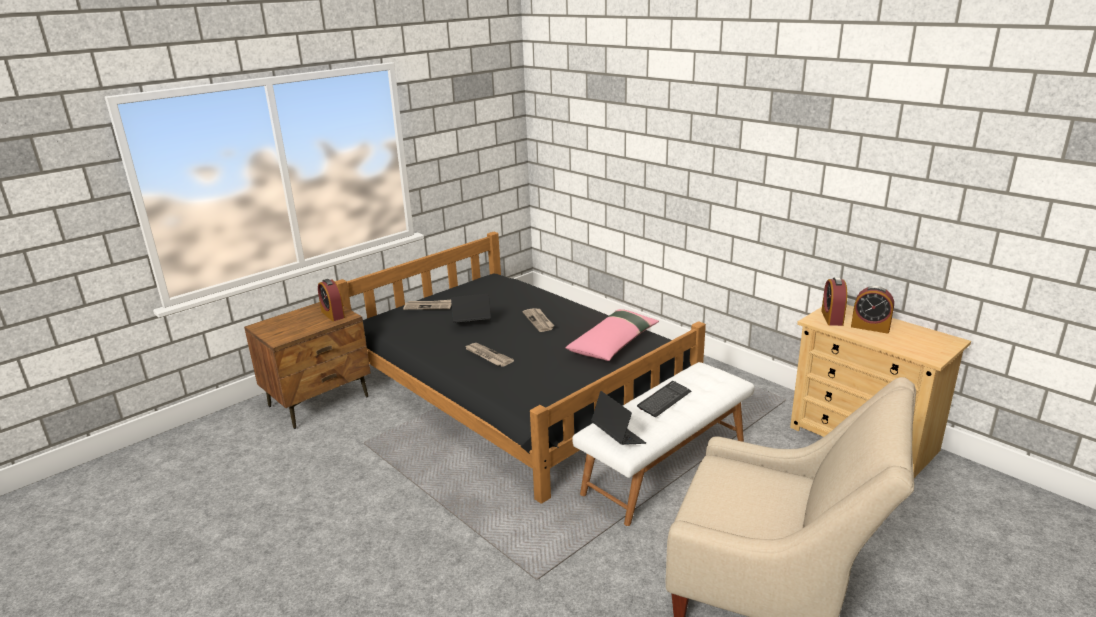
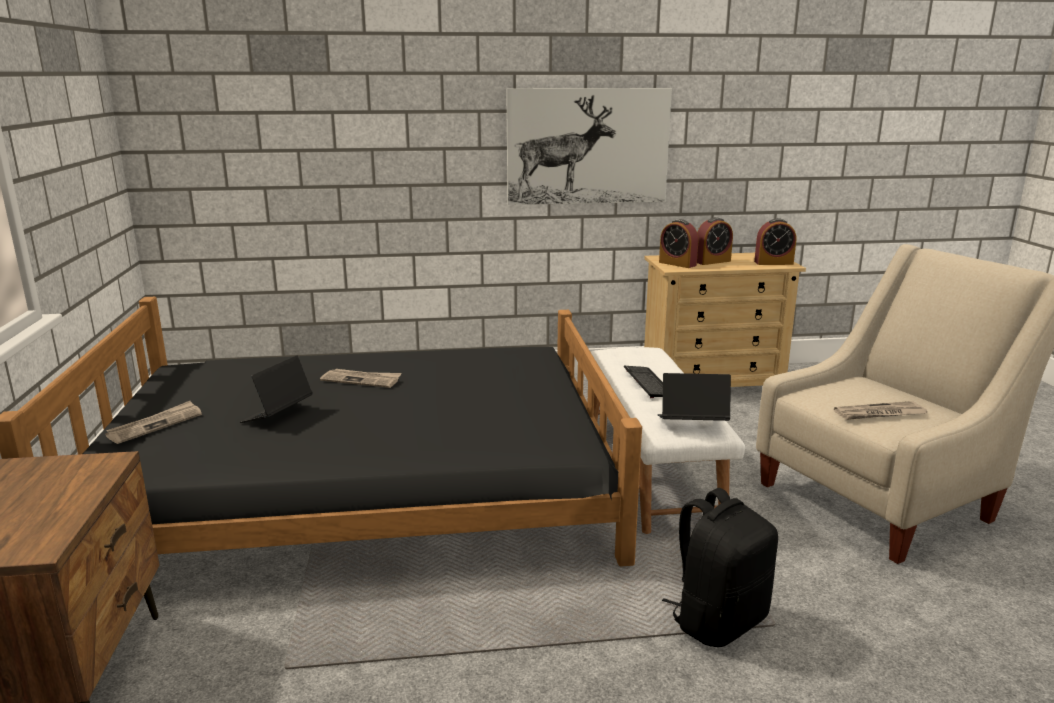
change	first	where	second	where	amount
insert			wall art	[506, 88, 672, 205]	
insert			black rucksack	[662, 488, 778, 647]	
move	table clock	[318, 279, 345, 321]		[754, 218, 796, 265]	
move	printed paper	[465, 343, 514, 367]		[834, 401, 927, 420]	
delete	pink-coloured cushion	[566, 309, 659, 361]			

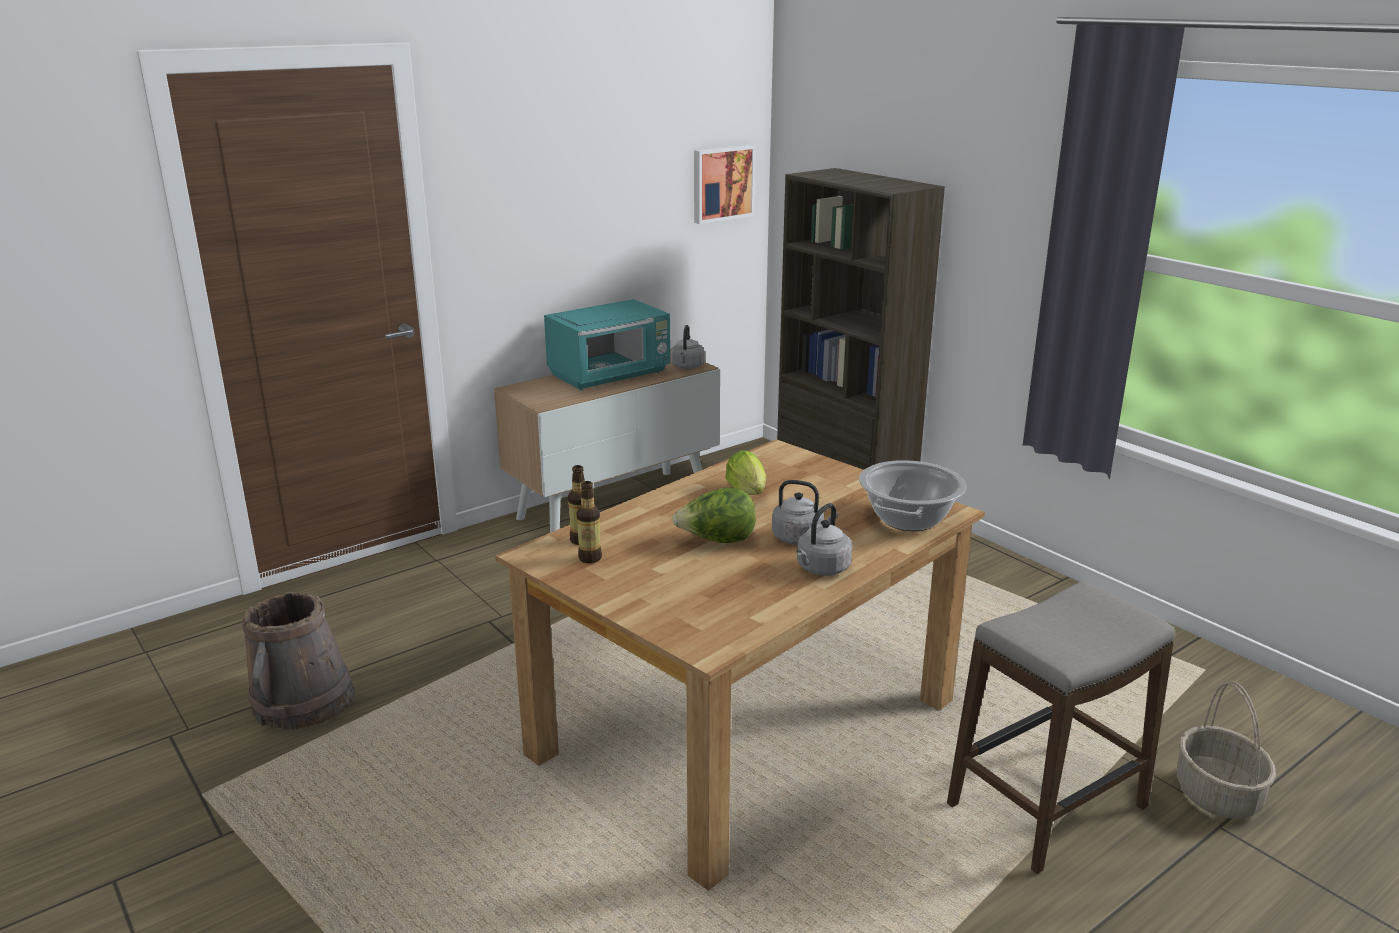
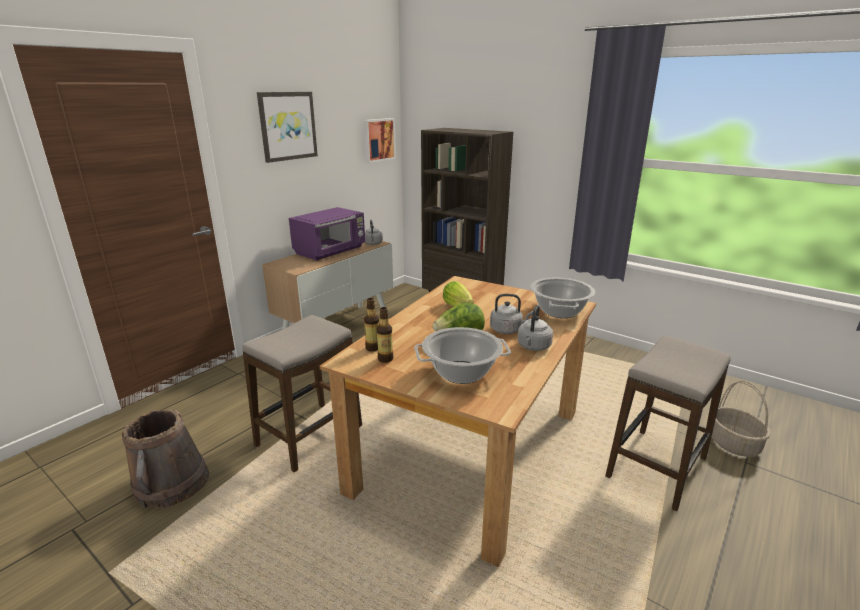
change	first	where	second	where	amount
insert			stool	[242, 315, 362, 473]	
insert			wall art	[257, 92, 318, 163]	
recolor	turquoise-coloured kitchen microwave	[544, 299, 670, 390]	purplish kitchen microwave	[289, 207, 365, 261]	
insert			stockpot	[415, 327, 511, 384]	

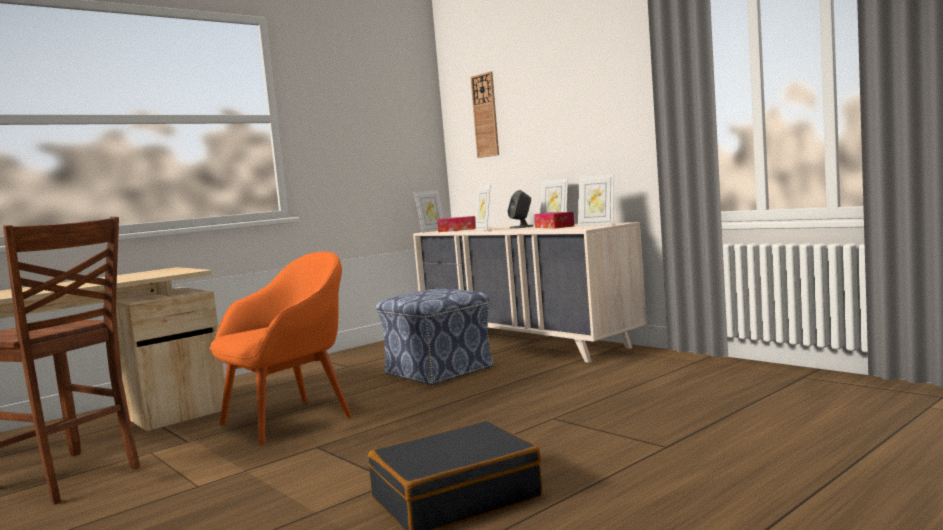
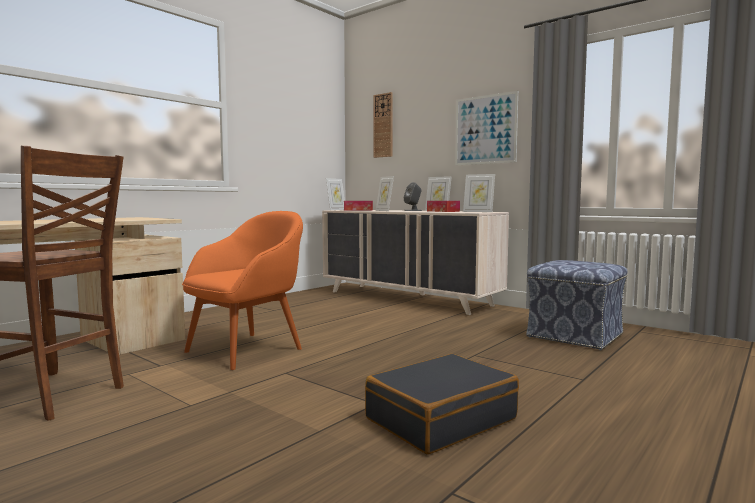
change	first	where	second	where	amount
insert			wall art	[455, 91, 518, 165]	
move	footrest	[376, 289, 494, 386]		[526, 260, 627, 350]	

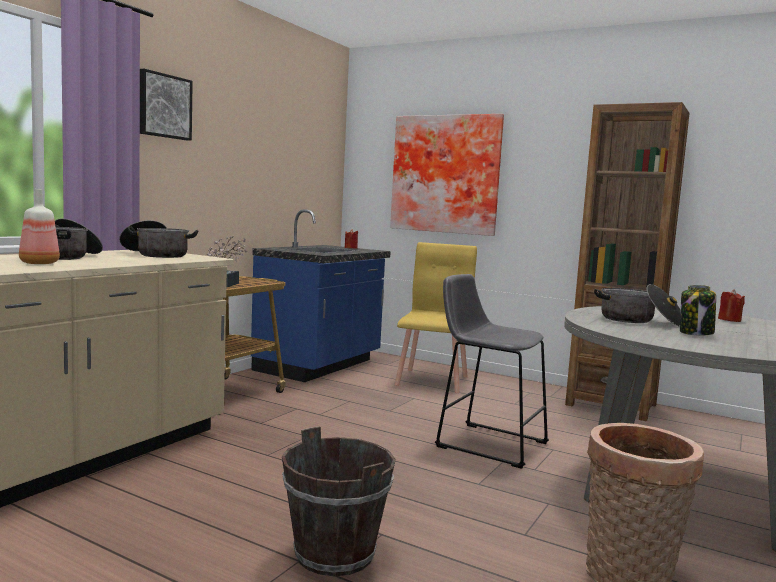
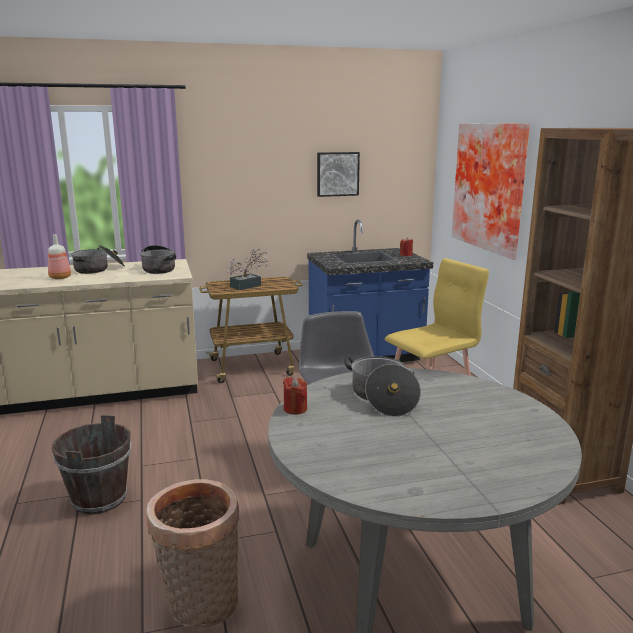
change	first	where	second	where	amount
move	reddish candle	[718, 290, 745, 322]		[283, 377, 307, 415]	
move	wall art	[140, 69, 193, 141]		[317, 152, 360, 197]	
delete	storage jar	[680, 285, 716, 336]			

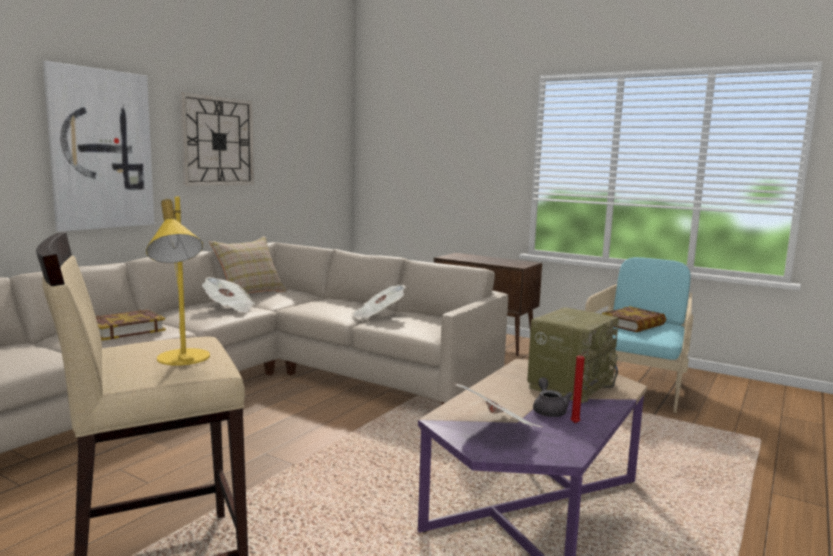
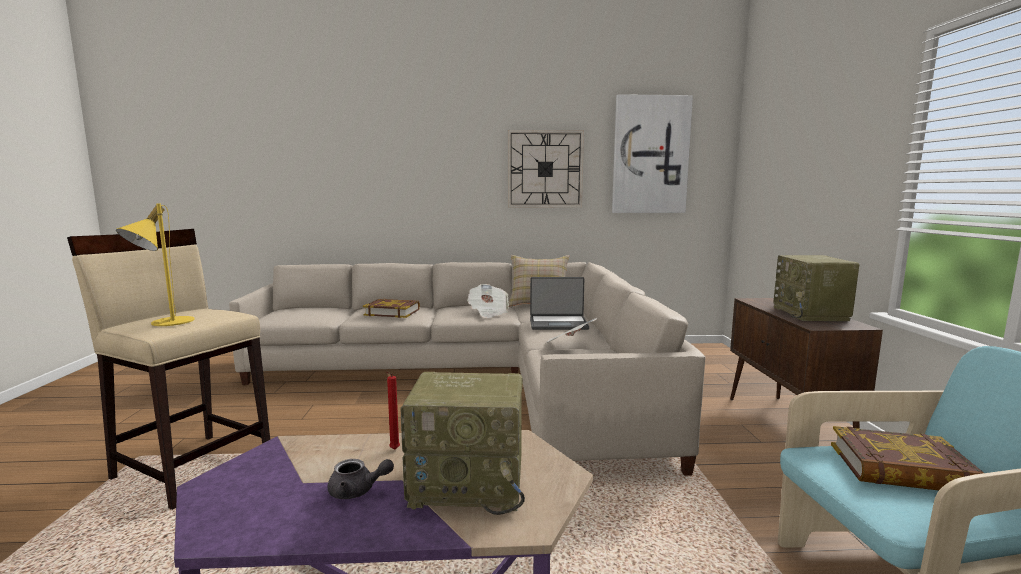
change	first	where	second	where	amount
rotate	gray pot for tea	[533, 377, 573, 417]		[328, 459, 394, 499]	45 degrees clockwise
move	reddish candle	[571, 351, 588, 423]		[386, 372, 400, 449]	
insert			notebook computer	[530, 277, 589, 330]	
move	wall art	[43, 61, 154, 232]		[612, 94, 693, 213]	
insert			radio receiver	[773, 255, 859, 321]	
delete	printed paper	[453, 383, 542, 427]			

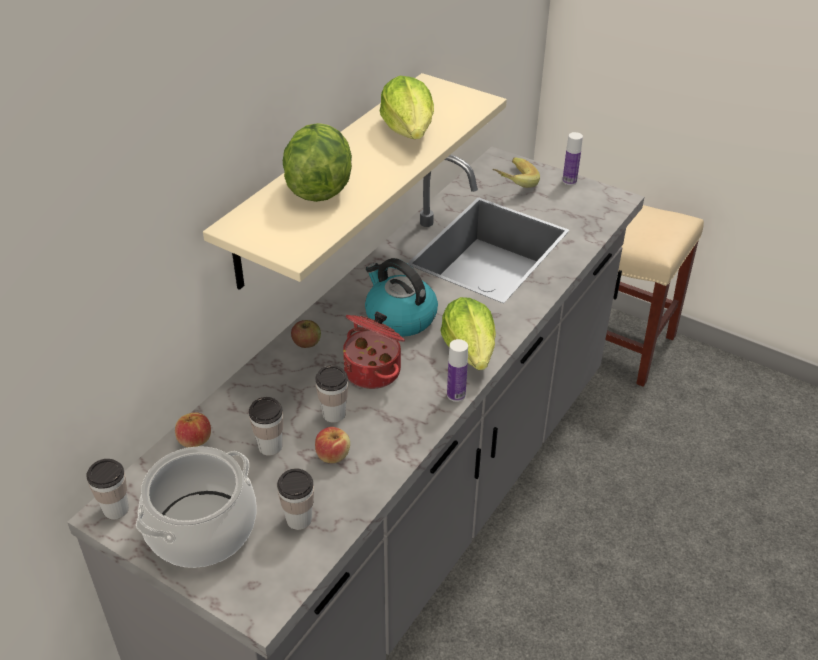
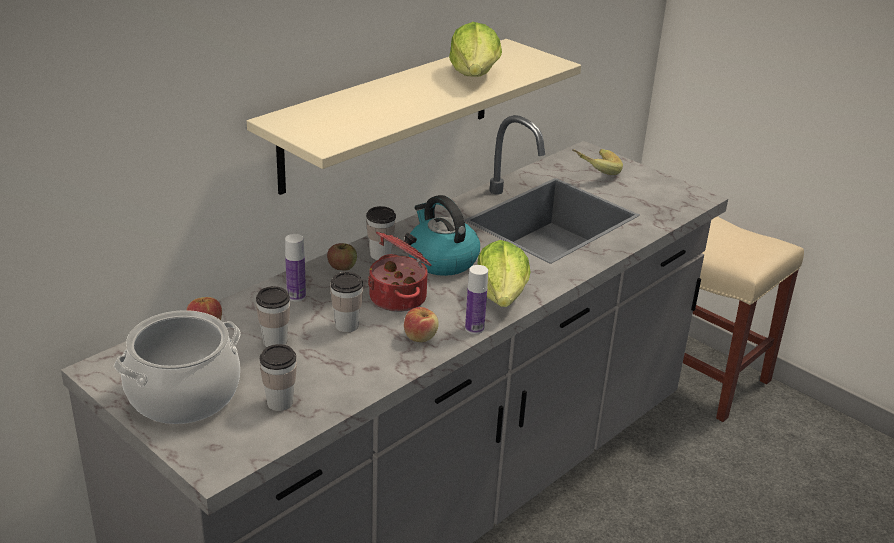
change	first	where	second	where	amount
move	drink bottle	[562, 132, 583, 185]		[285, 234, 306, 302]	
move	small cup	[86, 459, 129, 519]		[366, 206, 396, 260]	
move	apple fruit	[315, 427, 350, 463]		[404, 307, 439, 342]	
delete	head of lettuce	[283, 123, 352, 202]			

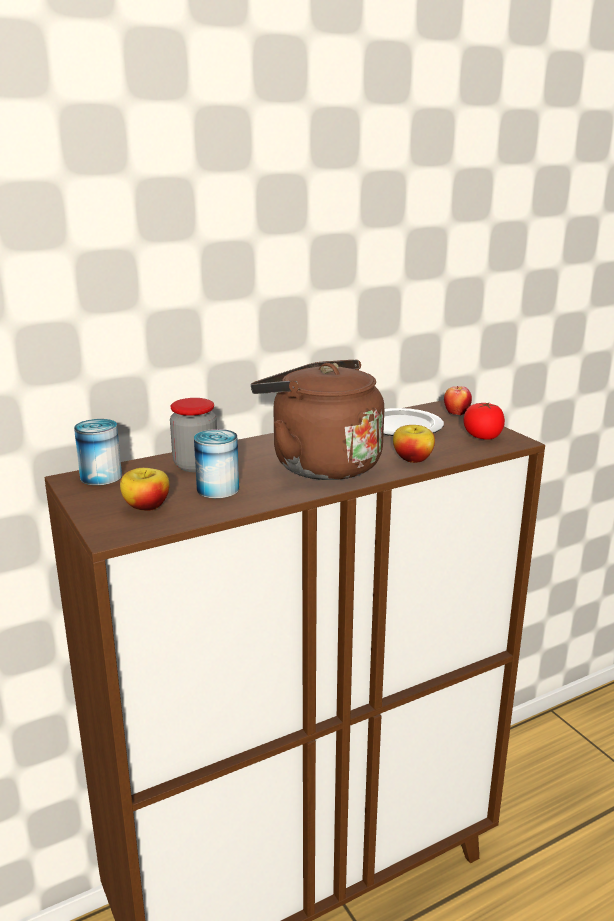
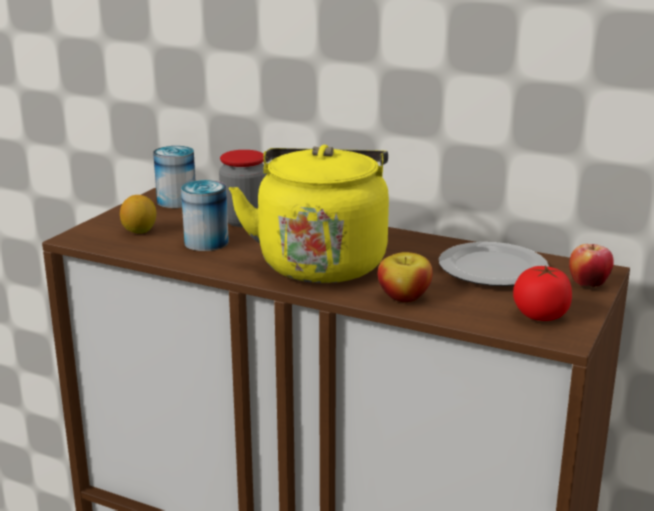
change	first	where	second	where	amount
replace	apple fruit	[120, 468, 169, 511]	citrus fruit	[120, 195, 156, 234]	
recolor	brown-coloured kettle	[251, 360, 384, 480]	yellow kettle	[229, 145, 389, 283]	

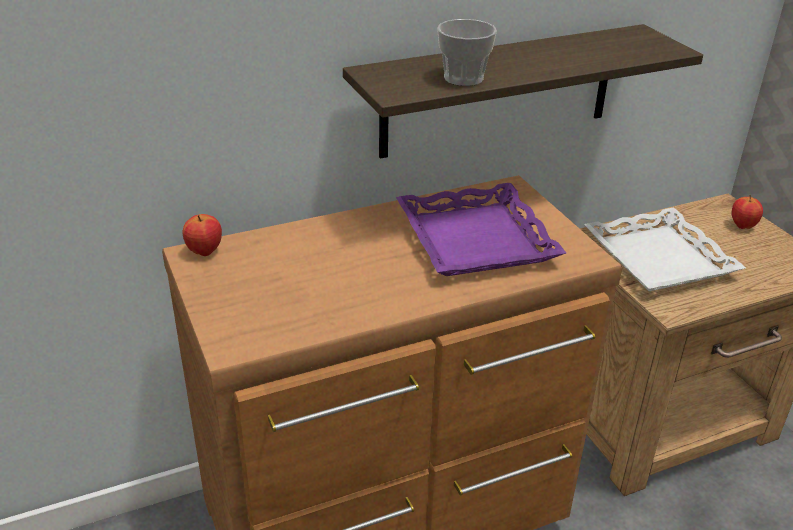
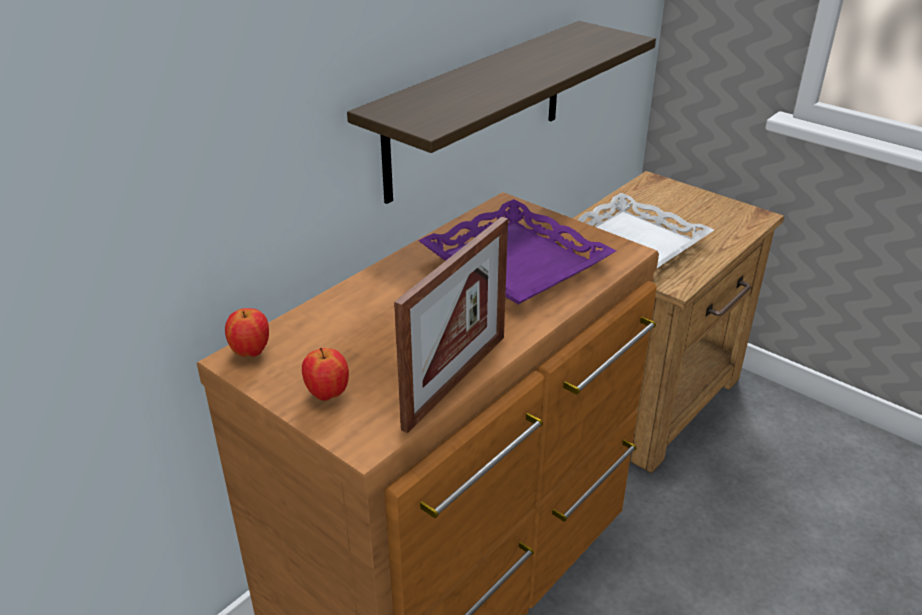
change	first	where	second	where	amount
move	apple fruit	[732, 195, 763, 229]		[302, 348, 349, 401]	
insert			photo frame	[394, 217, 508, 433]	
delete	small cup	[437, 19, 497, 86]			

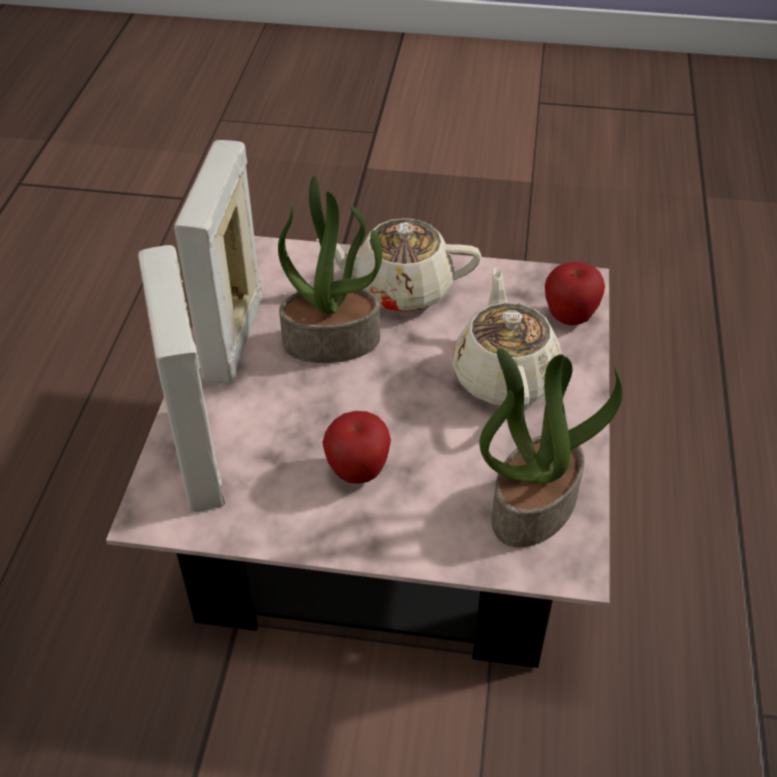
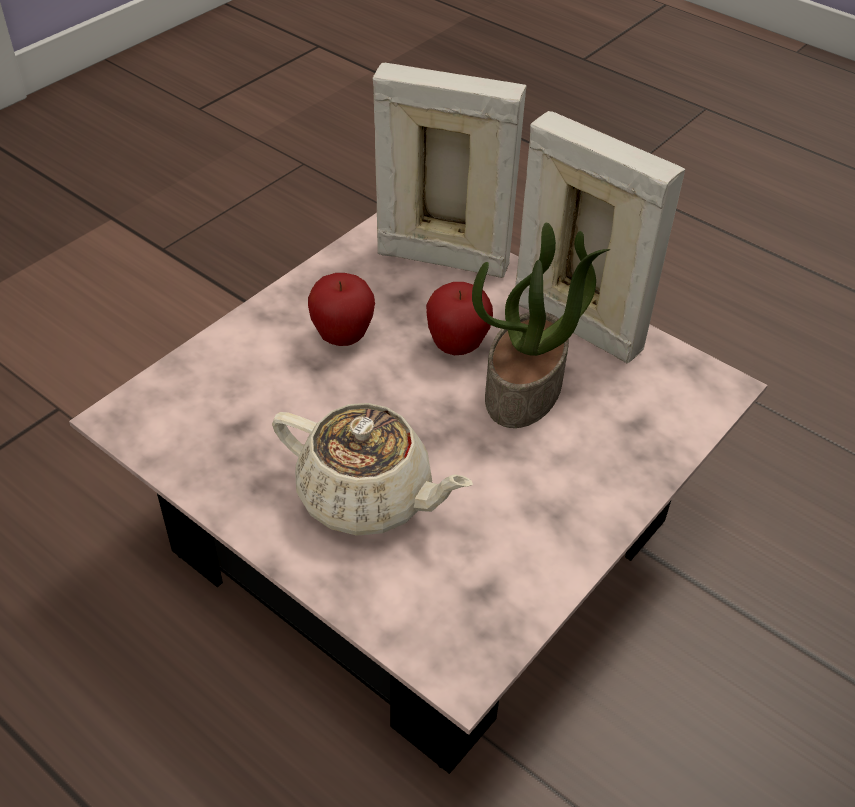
change	first	where	second	where	amount
move	apple fruit	[545, 262, 605, 325]		[426, 282, 493, 355]	
delete	beige-coloured pot for tea	[316, 218, 481, 312]			
delete	potted plant	[480, 348, 623, 548]			

